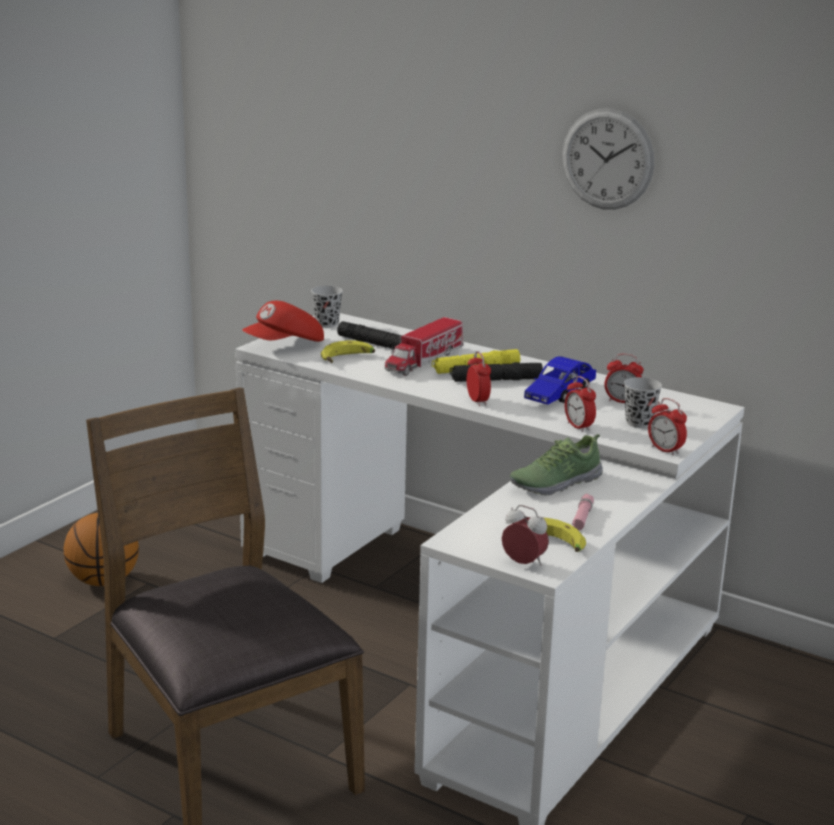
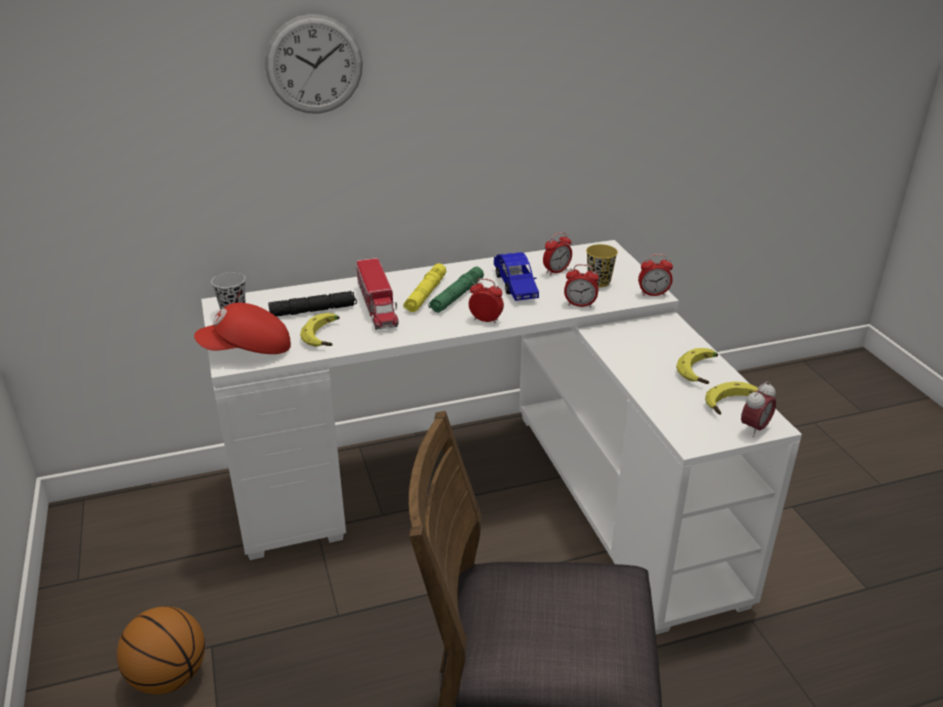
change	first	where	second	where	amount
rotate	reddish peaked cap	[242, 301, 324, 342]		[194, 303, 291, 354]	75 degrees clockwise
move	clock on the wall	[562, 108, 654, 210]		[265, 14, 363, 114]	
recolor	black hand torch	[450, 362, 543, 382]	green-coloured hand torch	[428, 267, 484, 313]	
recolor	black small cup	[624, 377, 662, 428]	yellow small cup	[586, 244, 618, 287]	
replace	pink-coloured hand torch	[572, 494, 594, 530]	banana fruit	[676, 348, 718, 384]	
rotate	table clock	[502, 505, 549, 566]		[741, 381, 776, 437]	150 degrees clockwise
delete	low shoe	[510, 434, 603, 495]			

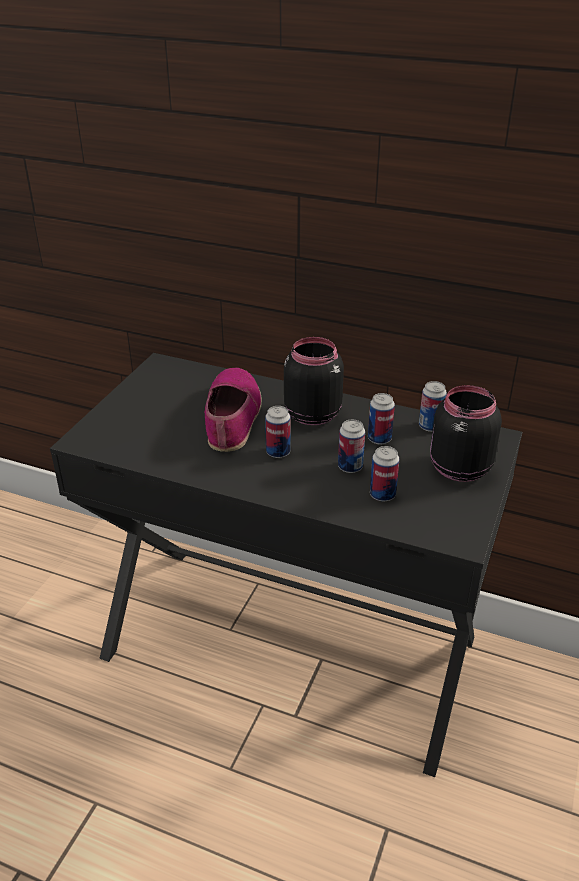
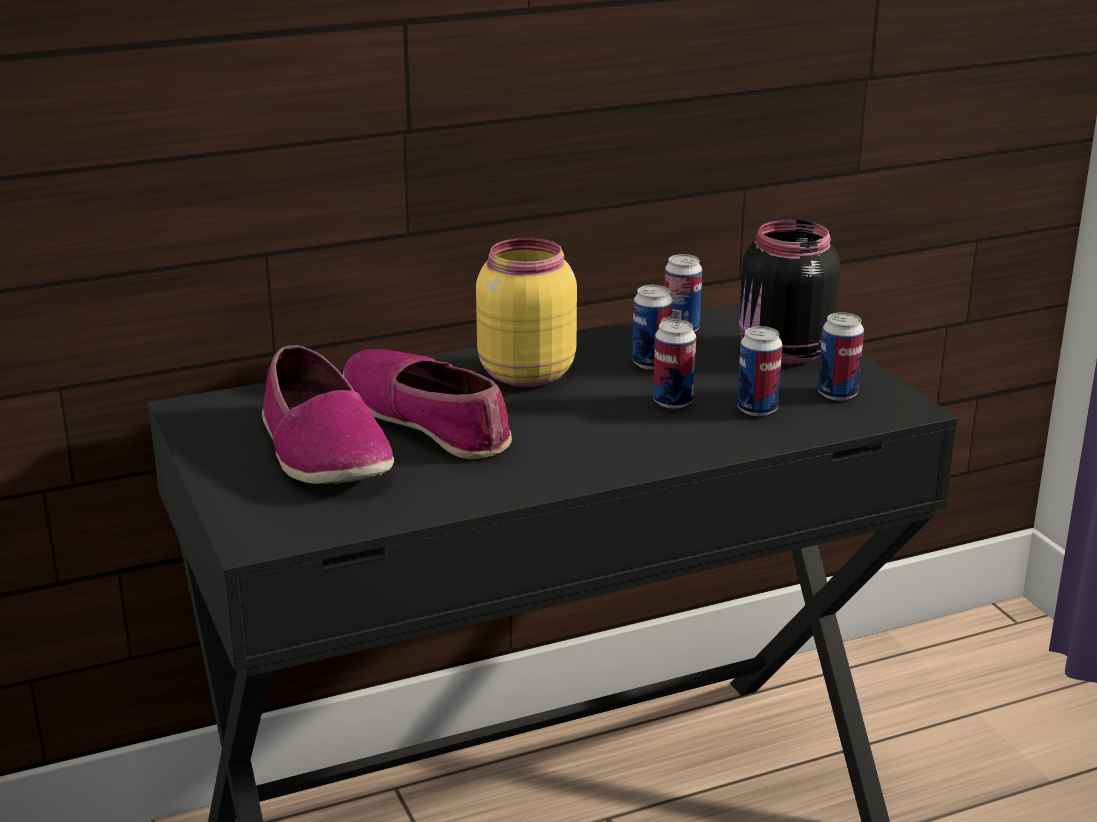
change	first	where	second	where	amount
insert			low shoe	[262, 345, 394, 484]	
recolor	black storage jar	[284, 337, 344, 425]	yellow storage jar	[476, 238, 577, 387]	
move	metal can	[265, 406, 291, 458]		[818, 312, 864, 401]	

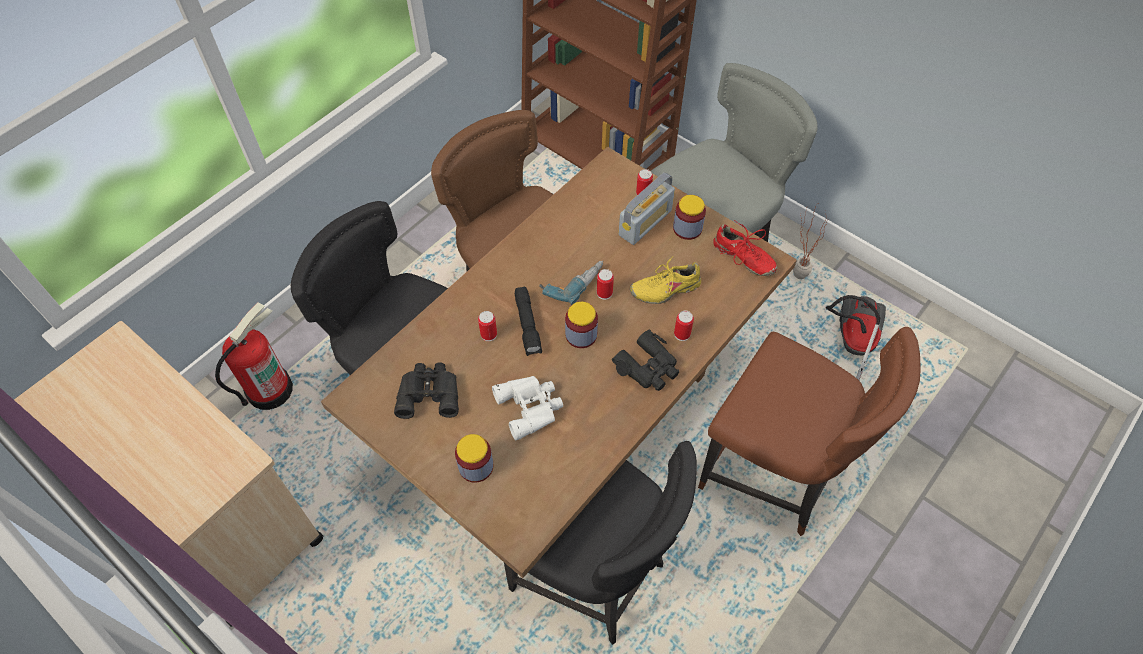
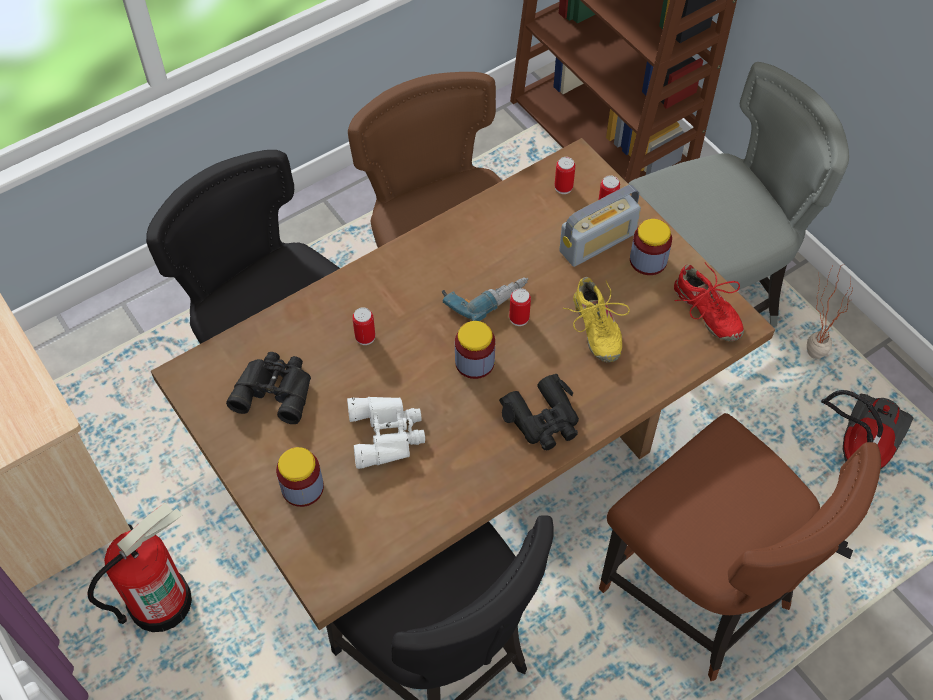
change	first	where	second	where	amount
move	extinguisher	[215, 302, 293, 410]		[88, 503, 192, 632]	
move	metal can	[674, 311, 694, 341]		[554, 157, 575, 194]	
rotate	yellow low shoe	[630, 258, 701, 304]		[562, 277, 630, 362]	105 degrees counterclockwise
delete	black hand torch	[515, 287, 542, 356]			

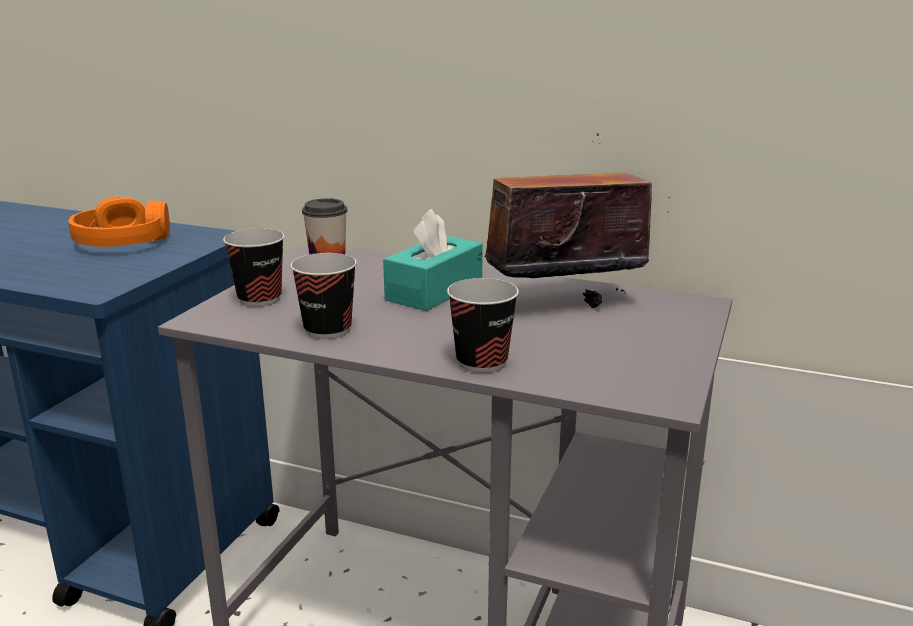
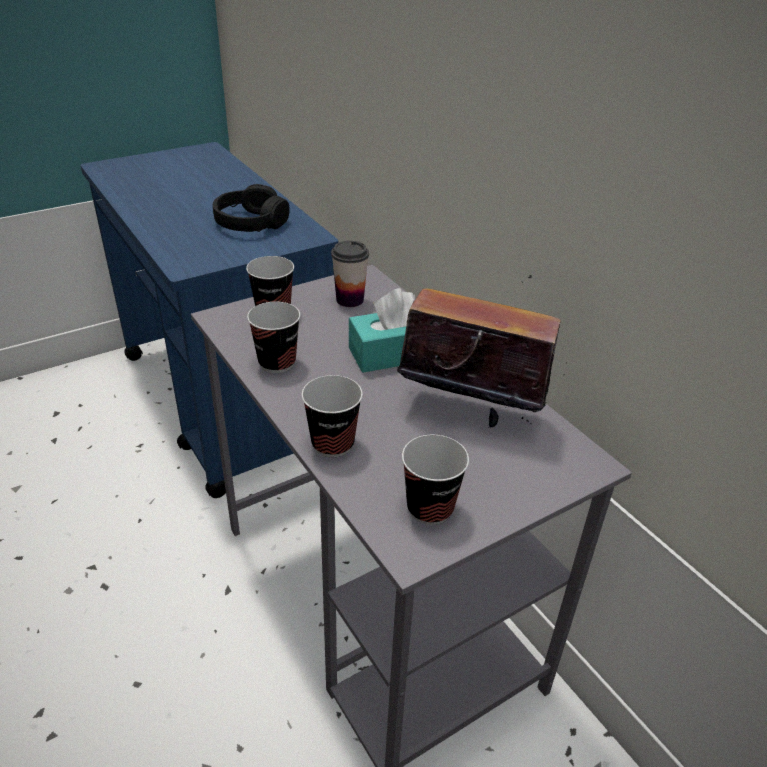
change	first	where	second	where	amount
recolor	orange-coloured headset	[68, 196, 170, 247]	black headset	[213, 184, 290, 232]	
insert			small cup	[402, 435, 469, 525]	

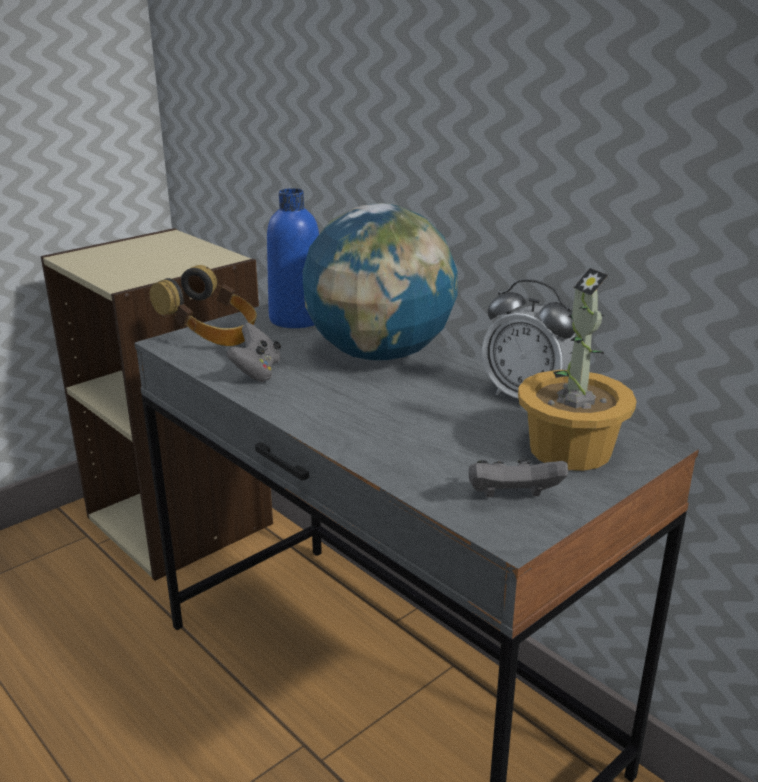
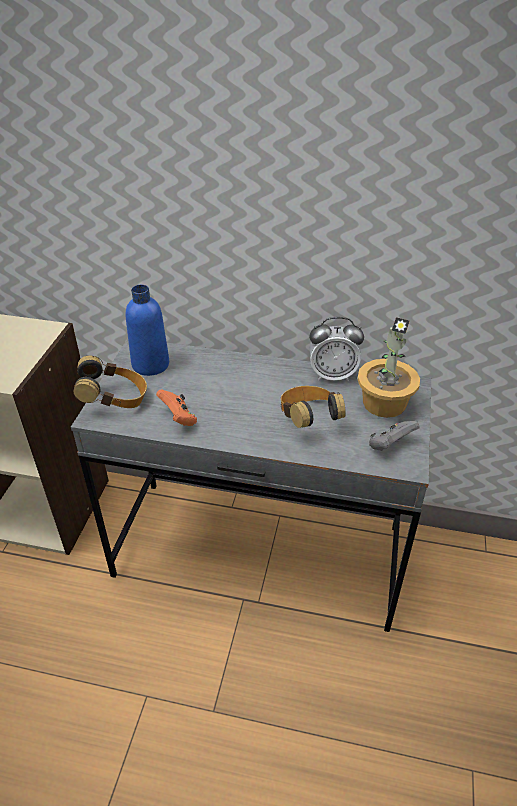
change	first	where	second	where	amount
recolor	gray game controller	[226, 322, 281, 382]	orange-coloured game controller	[156, 389, 197, 426]	
insert			headset	[281, 386, 346, 428]	
delete	world globe	[303, 203, 458, 361]			

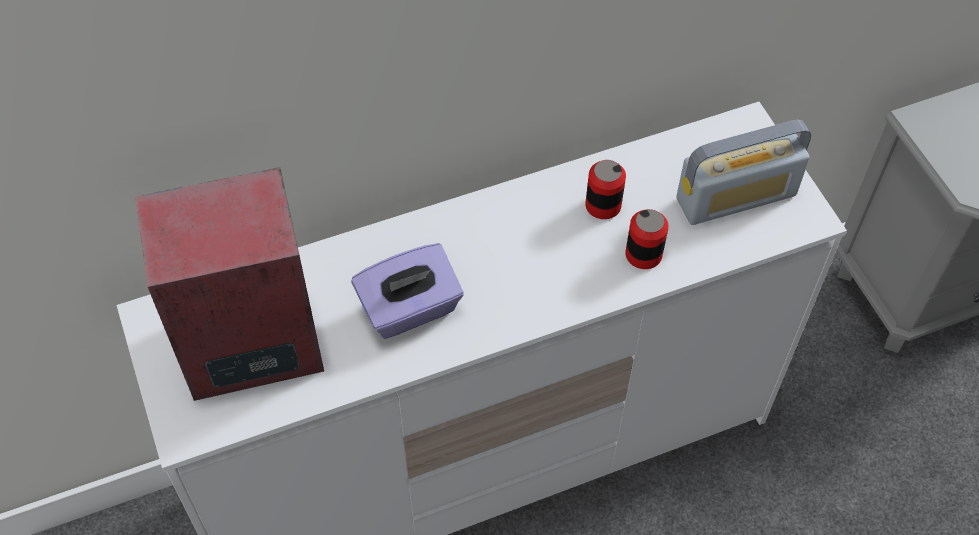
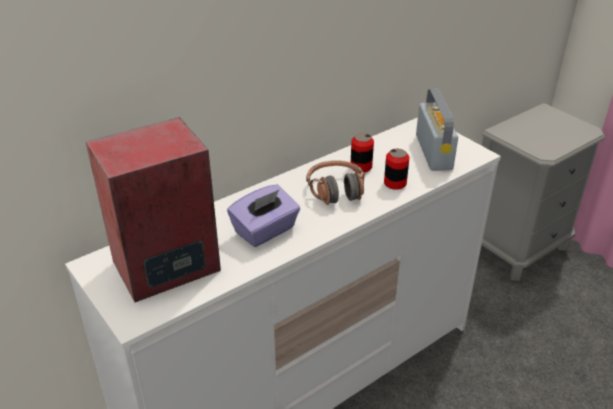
change	first	where	second	where	amount
insert			headset	[306, 160, 365, 205]	
rotate	radio receiver	[676, 120, 811, 225]		[416, 89, 458, 171]	60 degrees counterclockwise

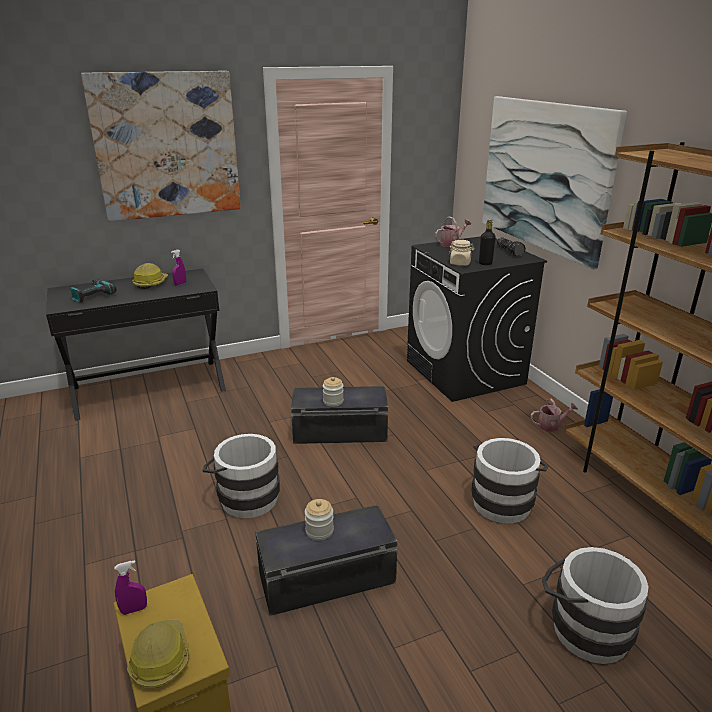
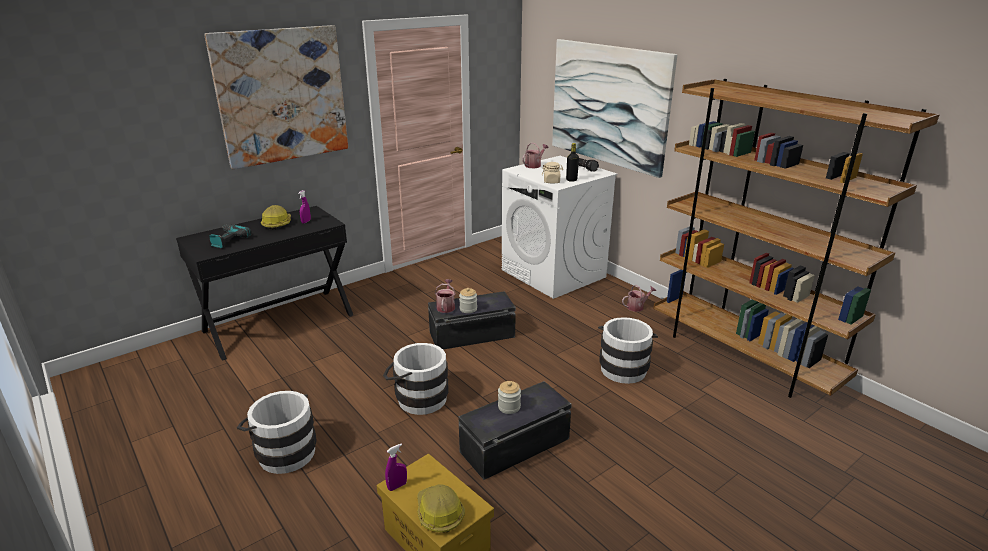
change	first	where	second	where	amount
move	white bucket	[542, 547, 649, 664]		[237, 391, 317, 474]	
insert			watering pot	[435, 279, 456, 313]	
recolor	black washing machine	[407, 236, 547, 402]	white washing machine	[502, 156, 618, 299]	

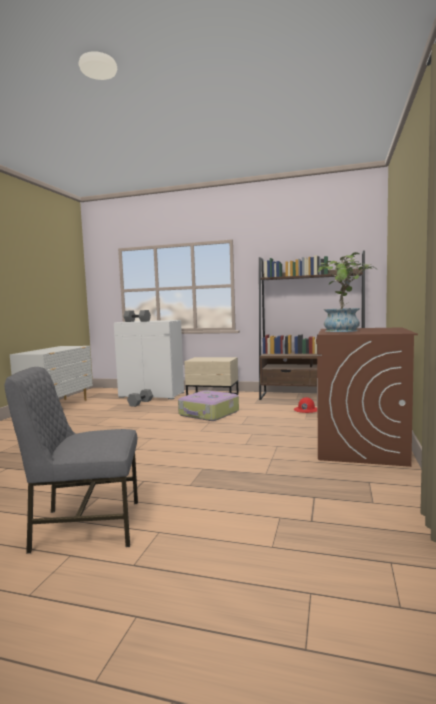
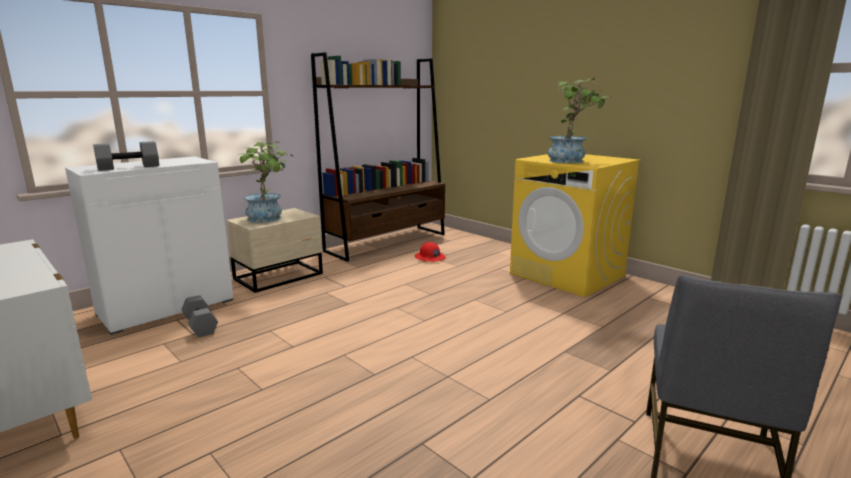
change	first	where	second	where	amount
insert			potted plant	[237, 142, 294, 223]	
recolor	brown-coloured washing machine	[316, 327, 418, 467]	yellow washing machine	[510, 154, 640, 297]	
delete	suitcase	[178, 390, 239, 421]			

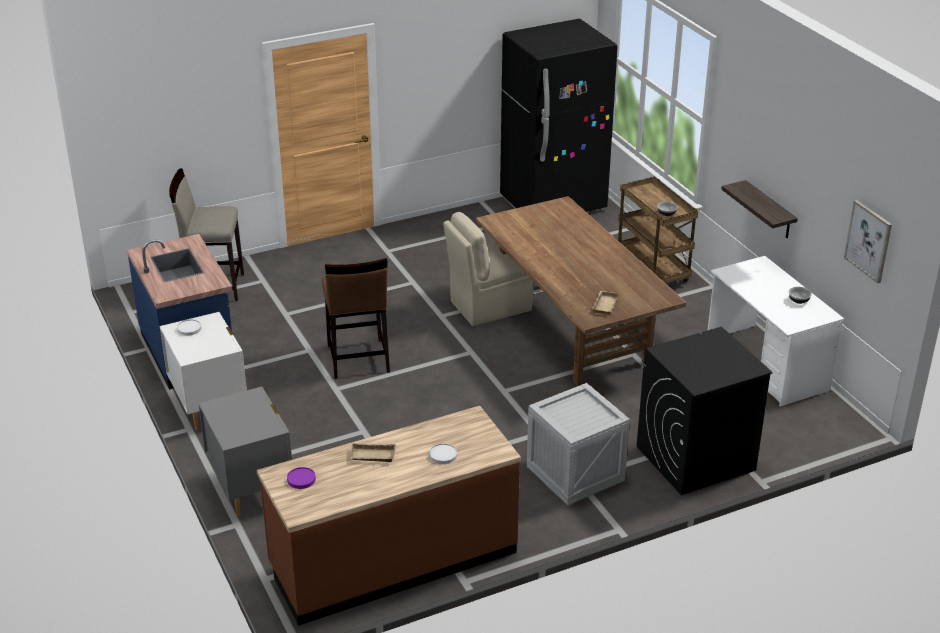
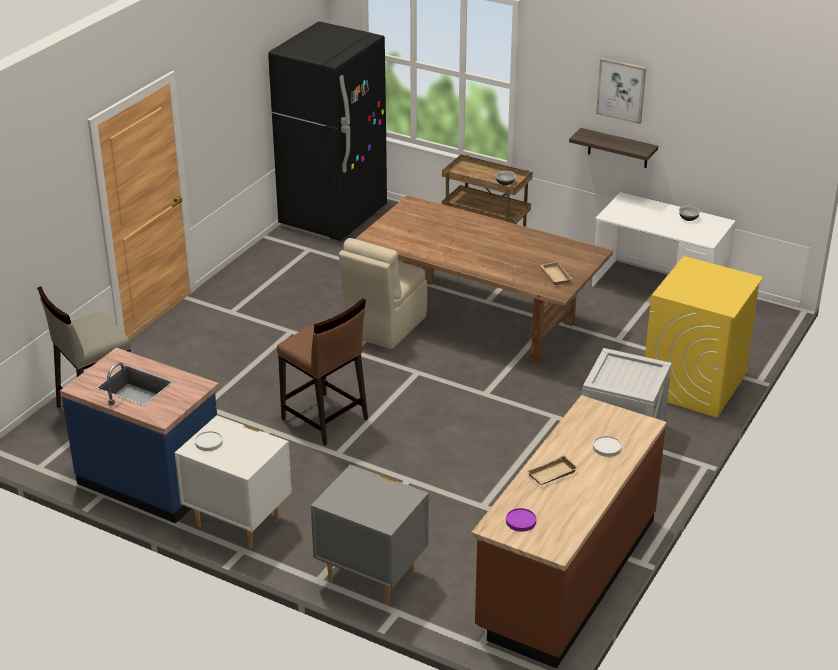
change	first	where	second	where	amount
move	wall art	[844, 200, 892, 283]		[596, 58, 646, 124]	
recolor	black washing machine	[637, 327, 773, 495]	yellow washing machine	[645, 256, 763, 418]	

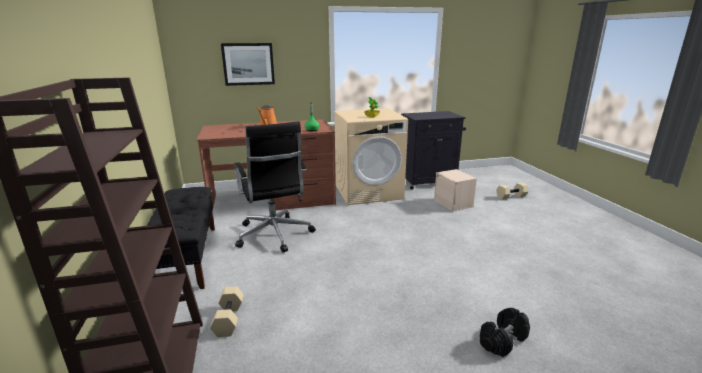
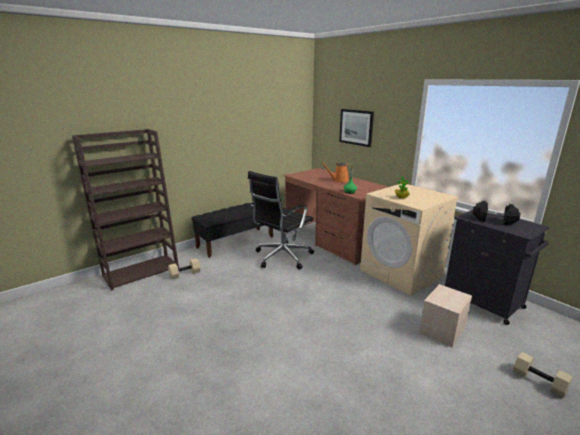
change	first	where	second	where	amount
move	black free weight	[480, 308, 530, 357]		[473, 200, 520, 226]	

